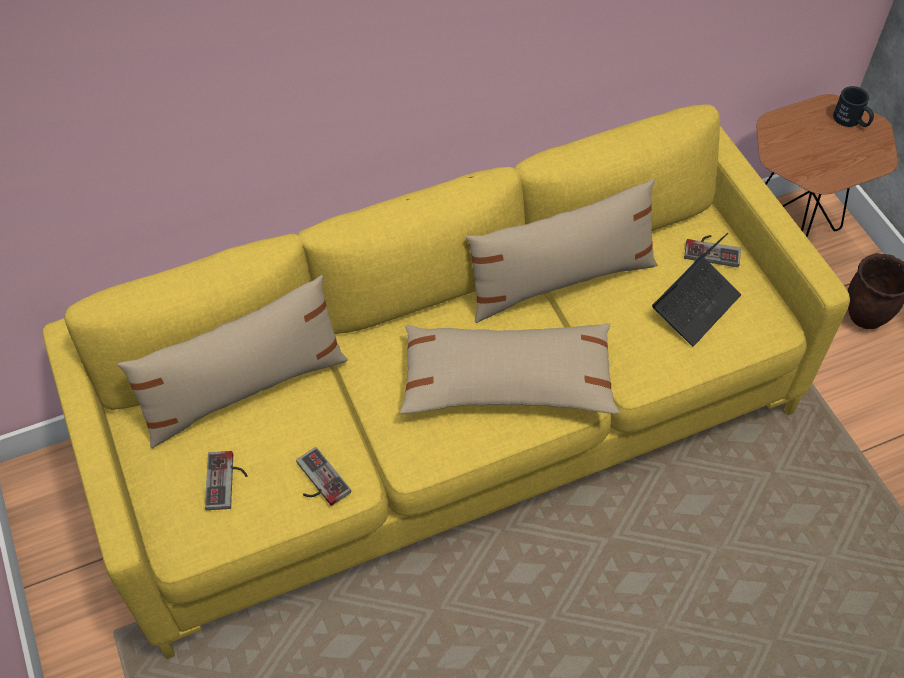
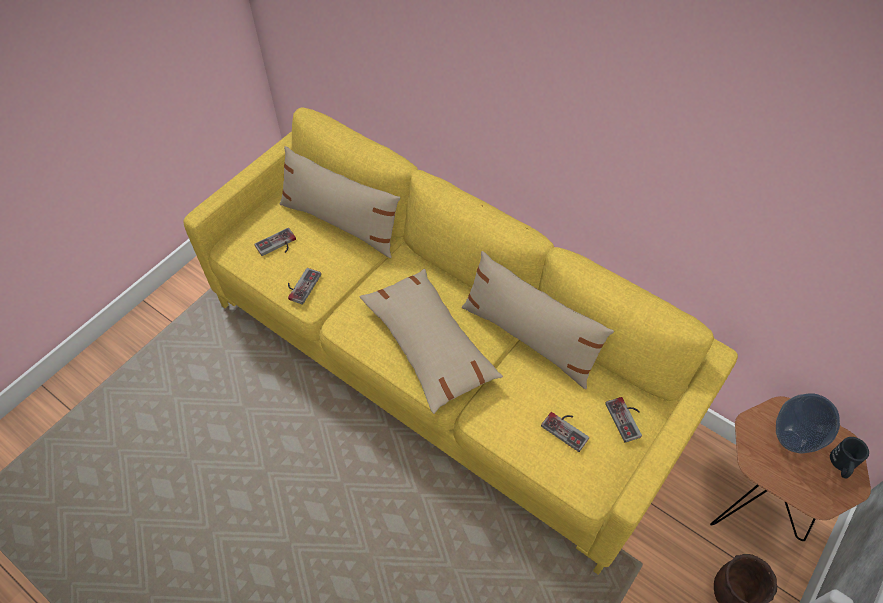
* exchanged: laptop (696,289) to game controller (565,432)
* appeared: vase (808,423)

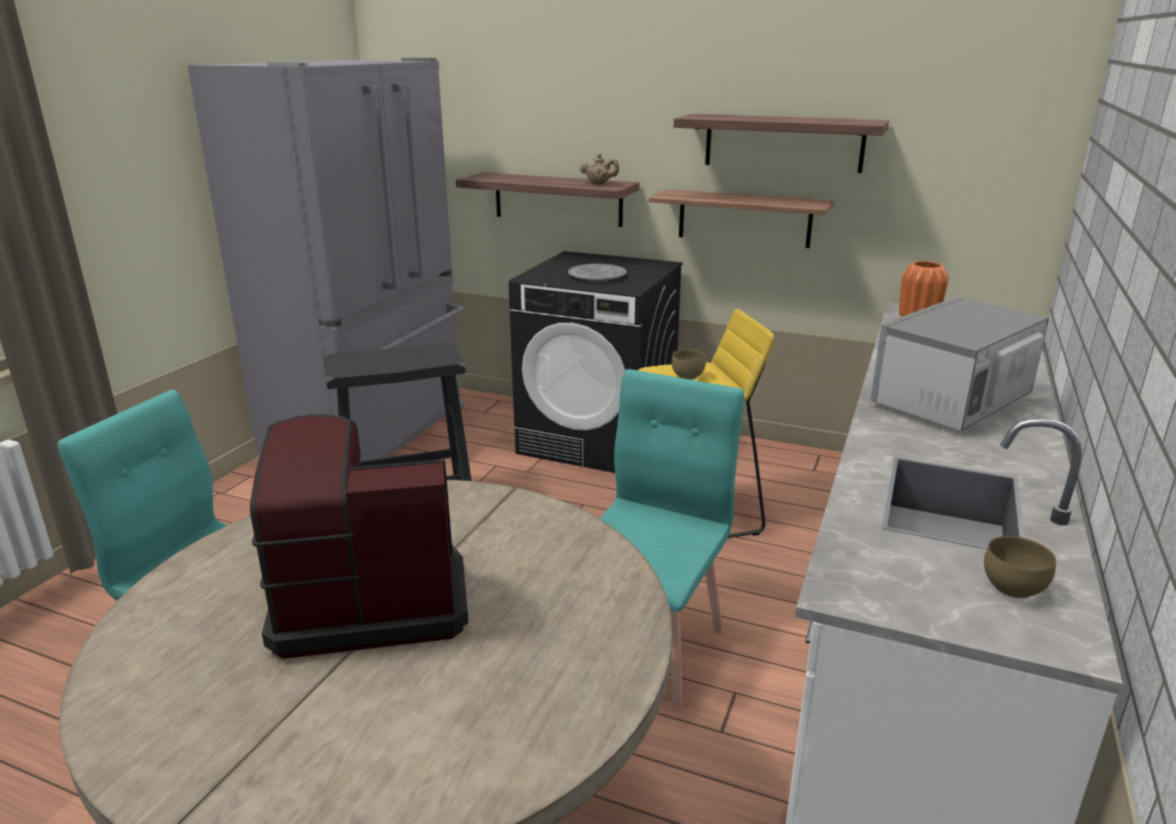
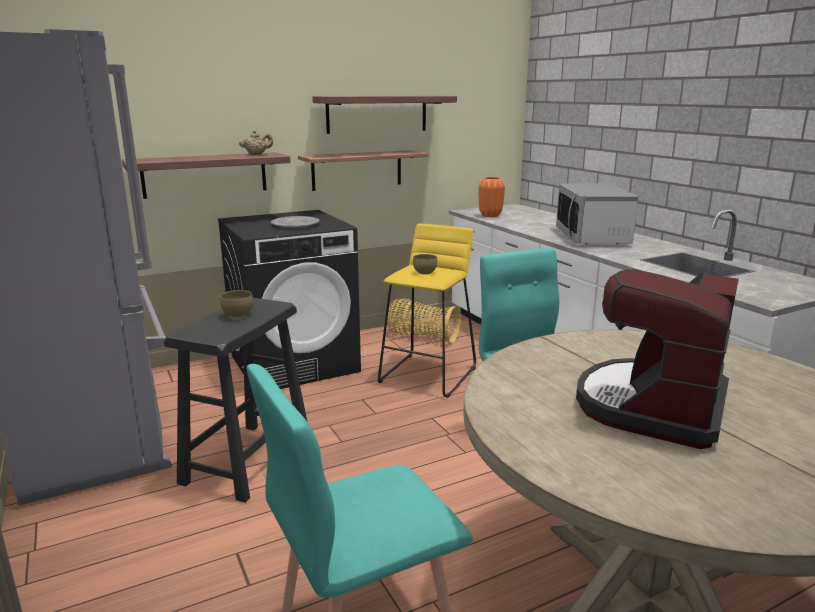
* relocated: brown bowl (1020,567) to (236,304)
* appeared: basket (424,321)

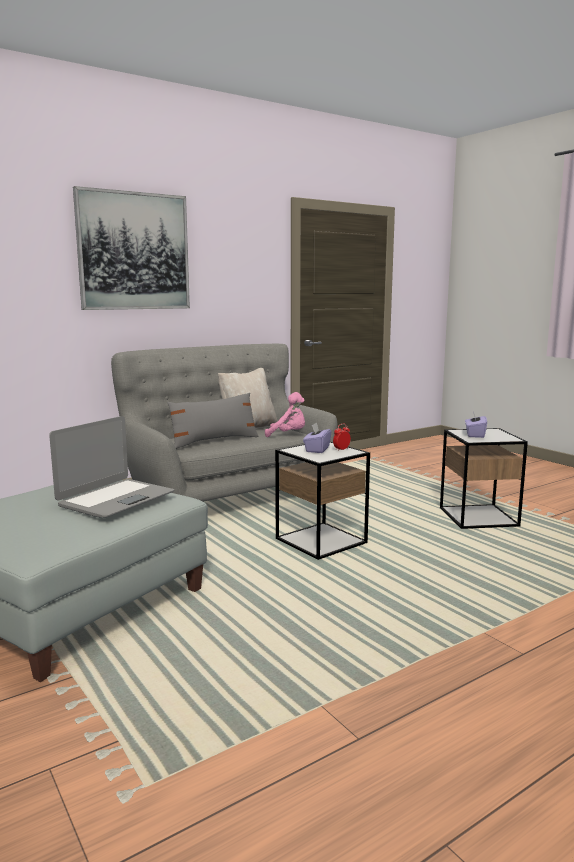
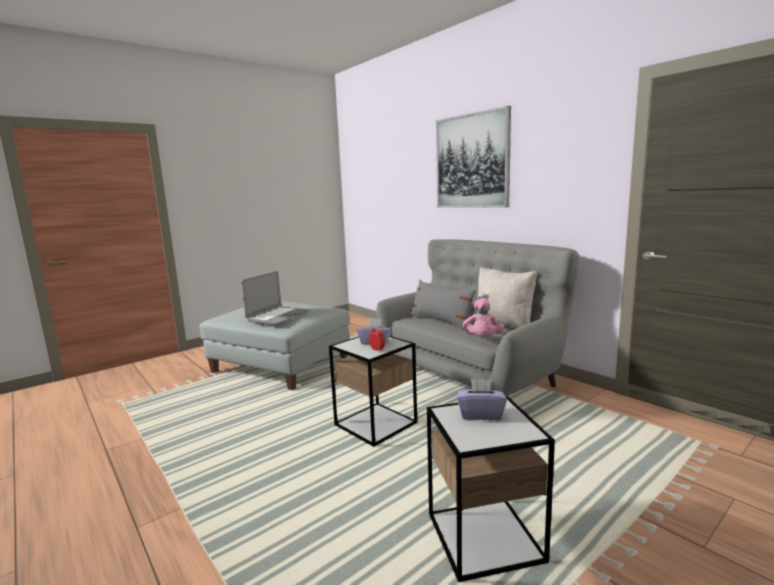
* spun: laptop (111,467) = (275,298) 90 degrees counterclockwise

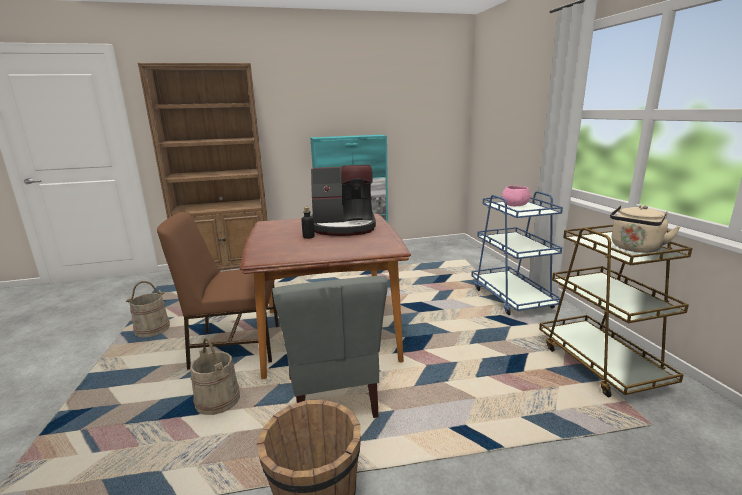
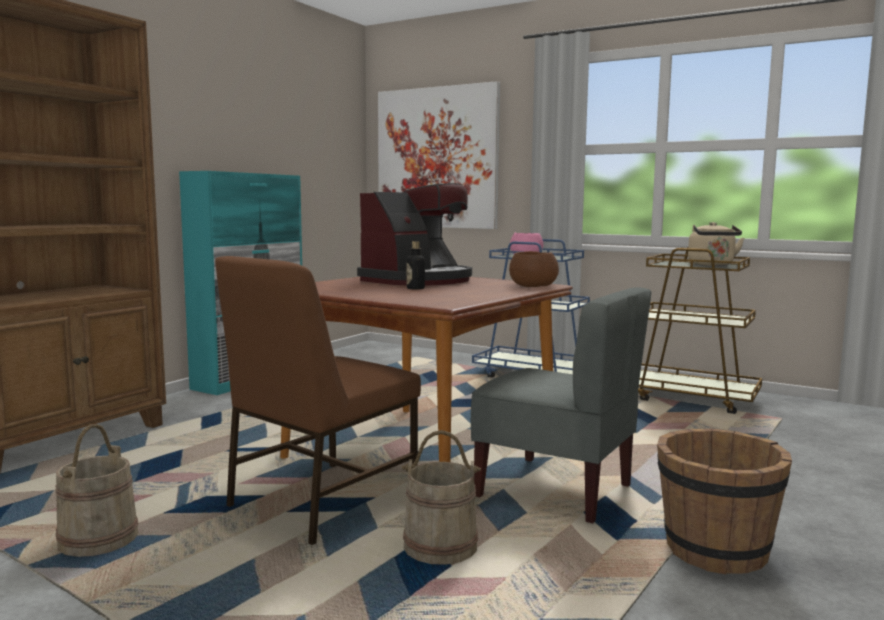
* appeared: picture (439,155)
* appeared: brown bowl (534,269)

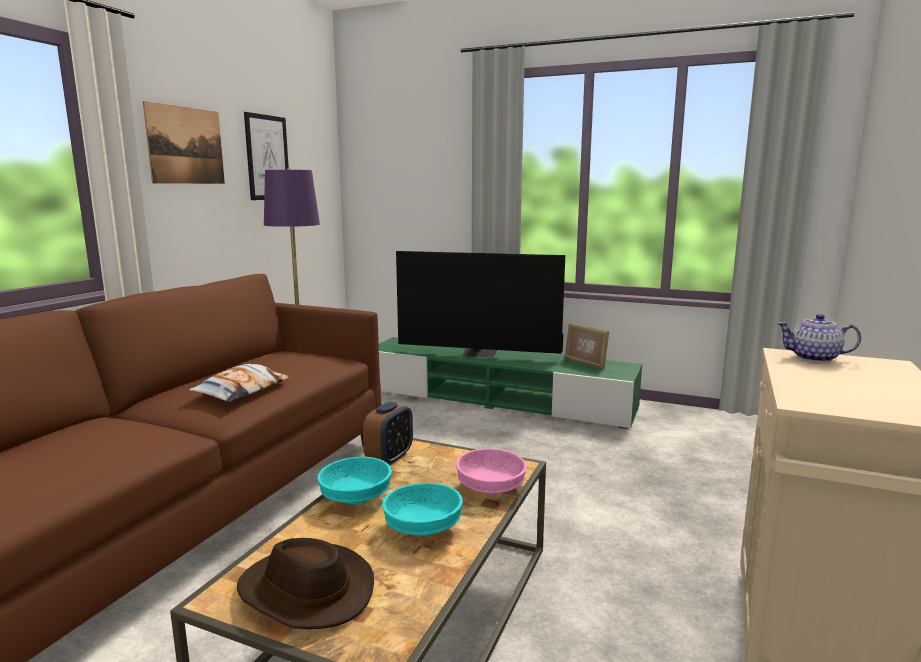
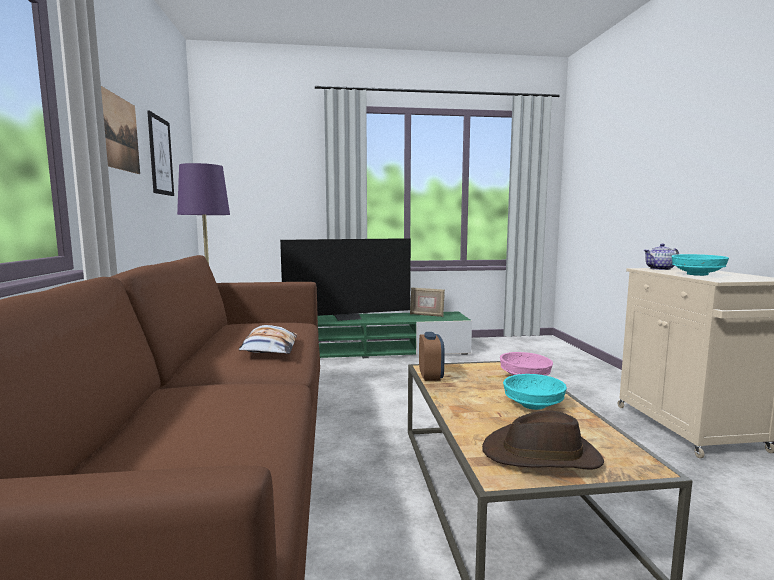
* relocated: turquoise bowl (354,481) to (700,265)

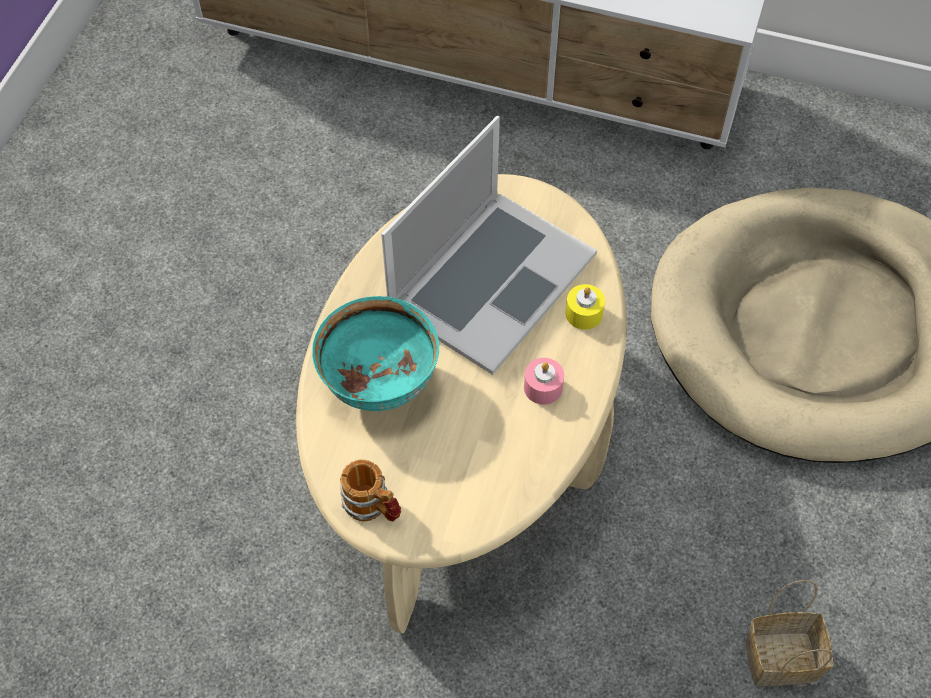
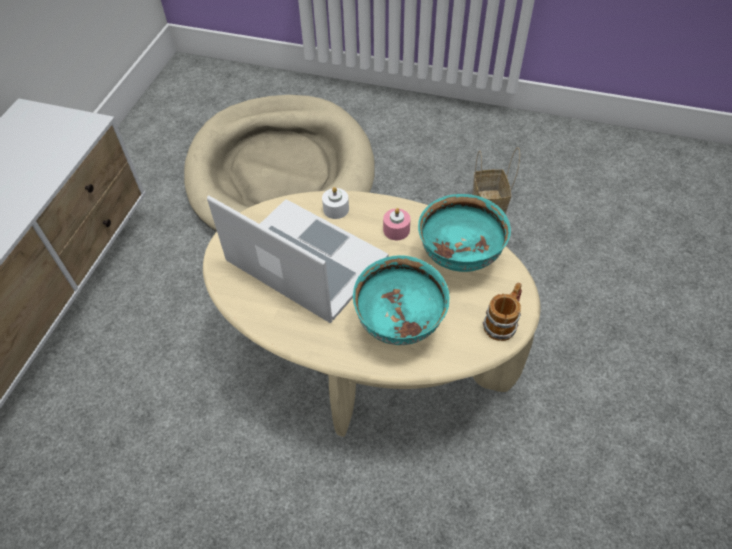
* colour: yellow candle (585,307) to white candle (335,203)
* appeared: turquoise bowl (464,233)

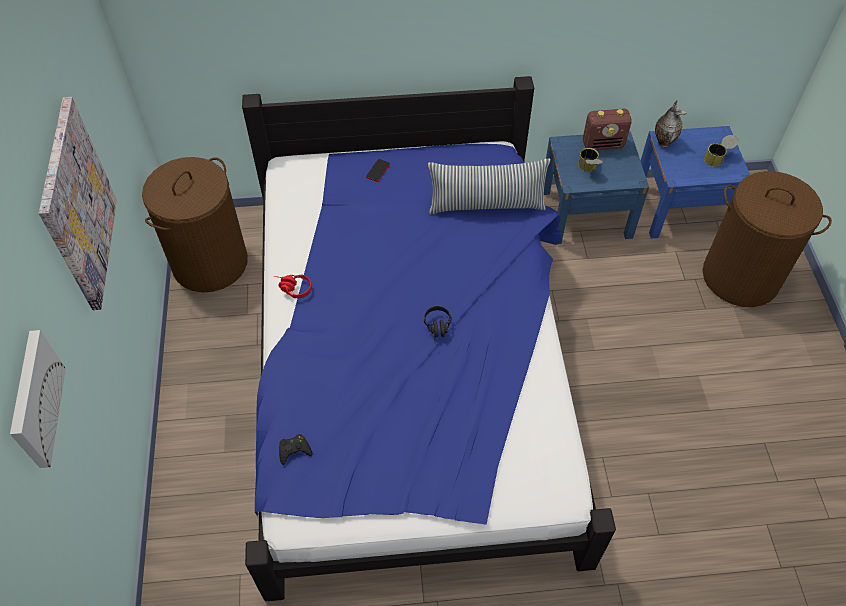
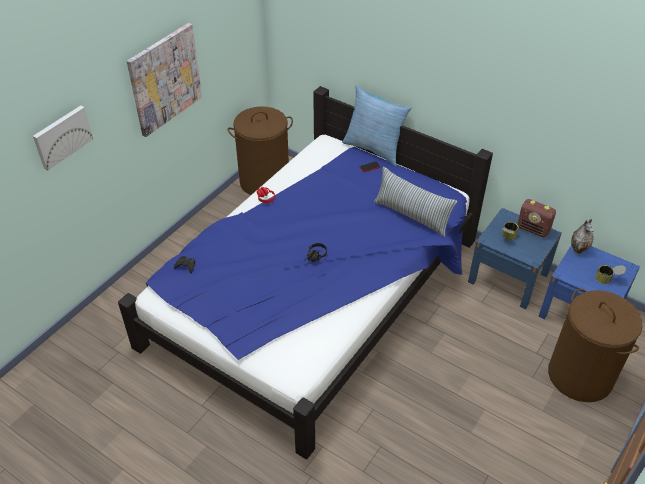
* appeared: pillow (377,125)

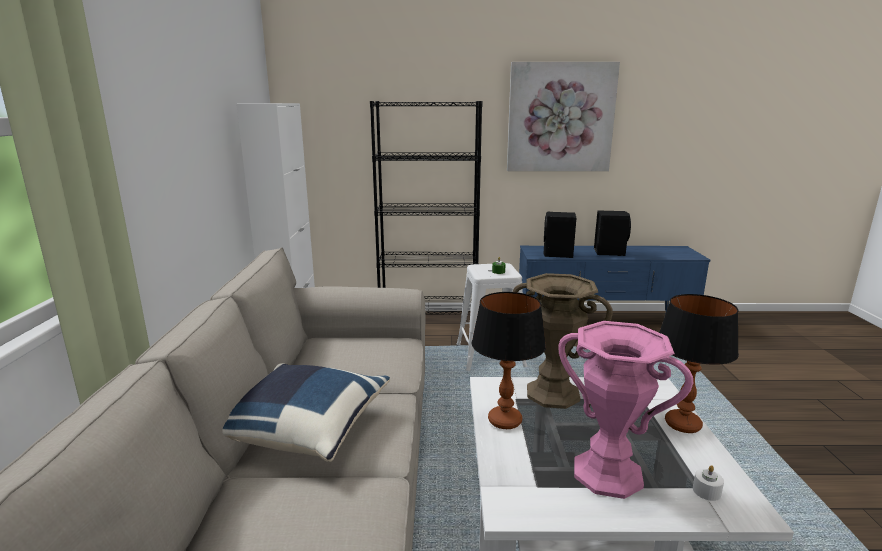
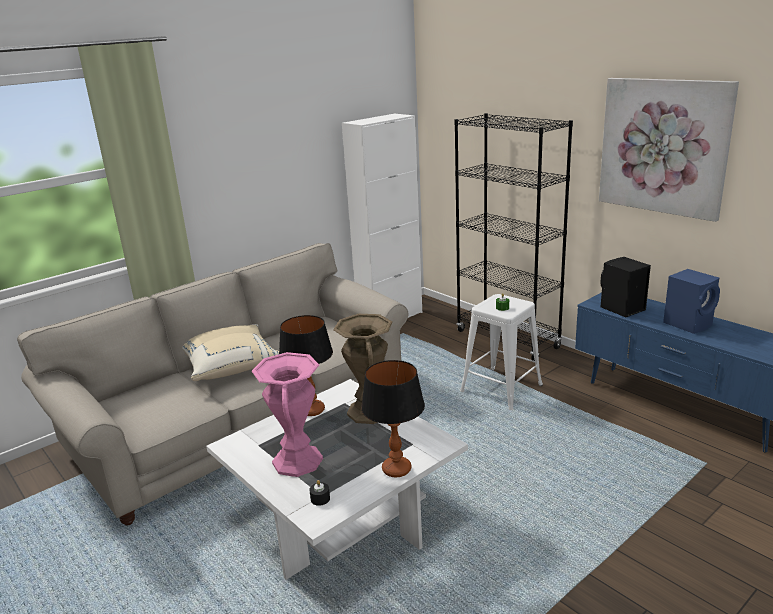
* colour: blue pillow (306,413) to beige pillow (230,352)
* colour: black speaker (612,233) to blue speaker (691,301)
* colour: white candle (708,483) to black candle (319,493)

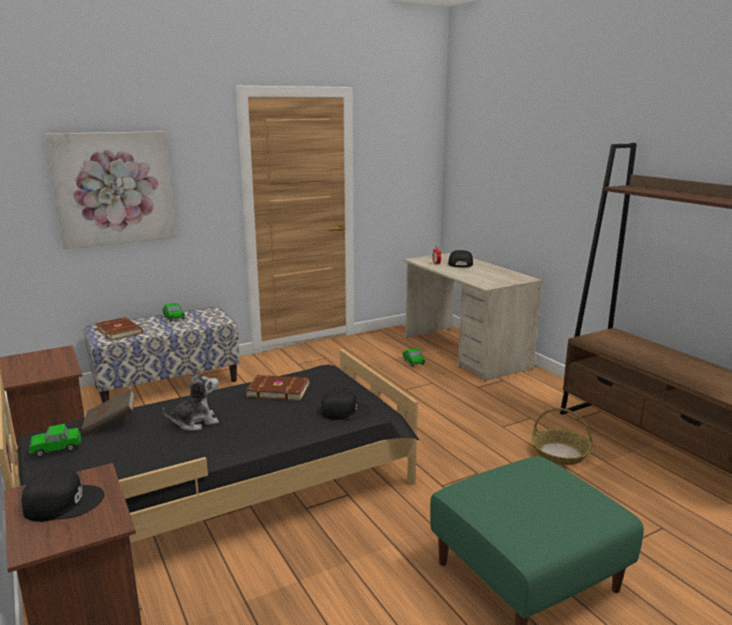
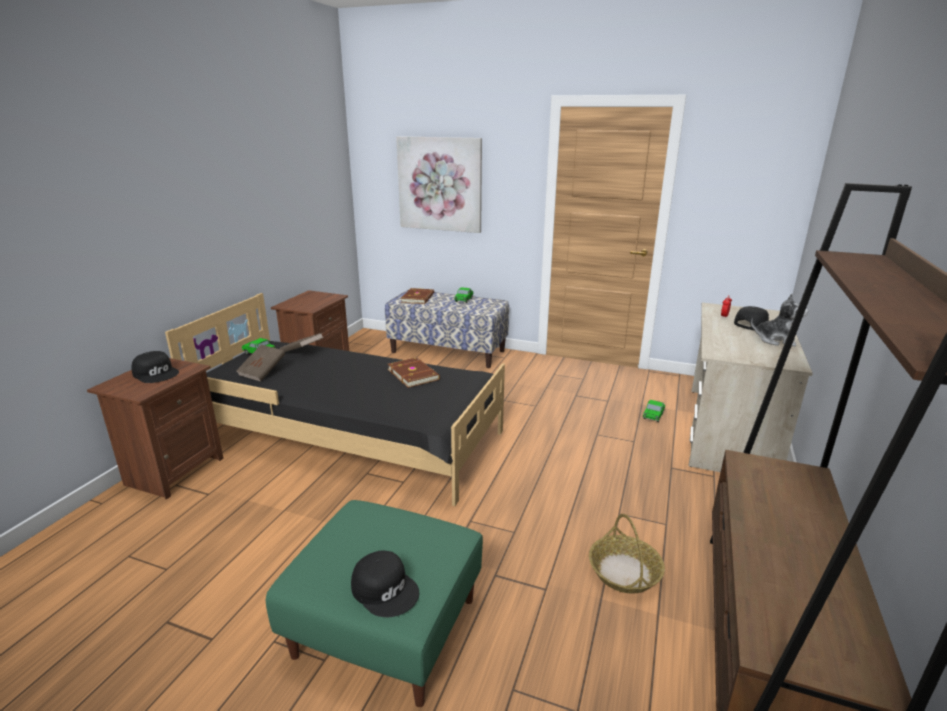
* relocated: plush toy (190,399) to (779,320)
* relocated: black cap (345,404) to (385,584)
* appeared: brown book (260,363)

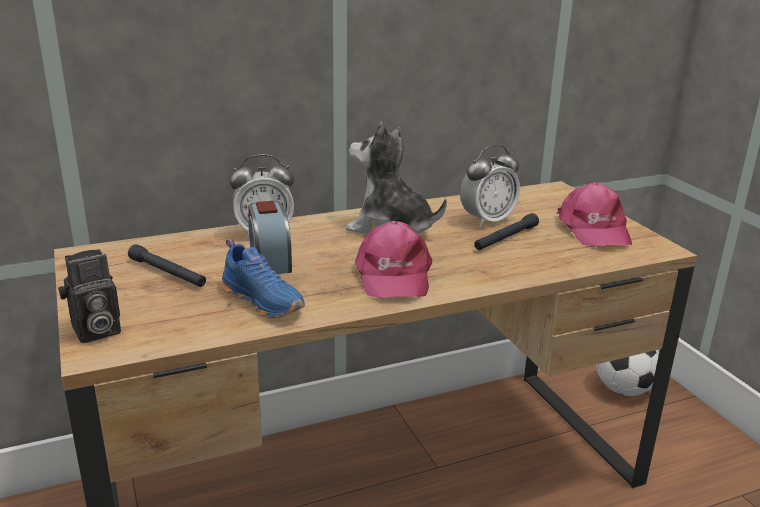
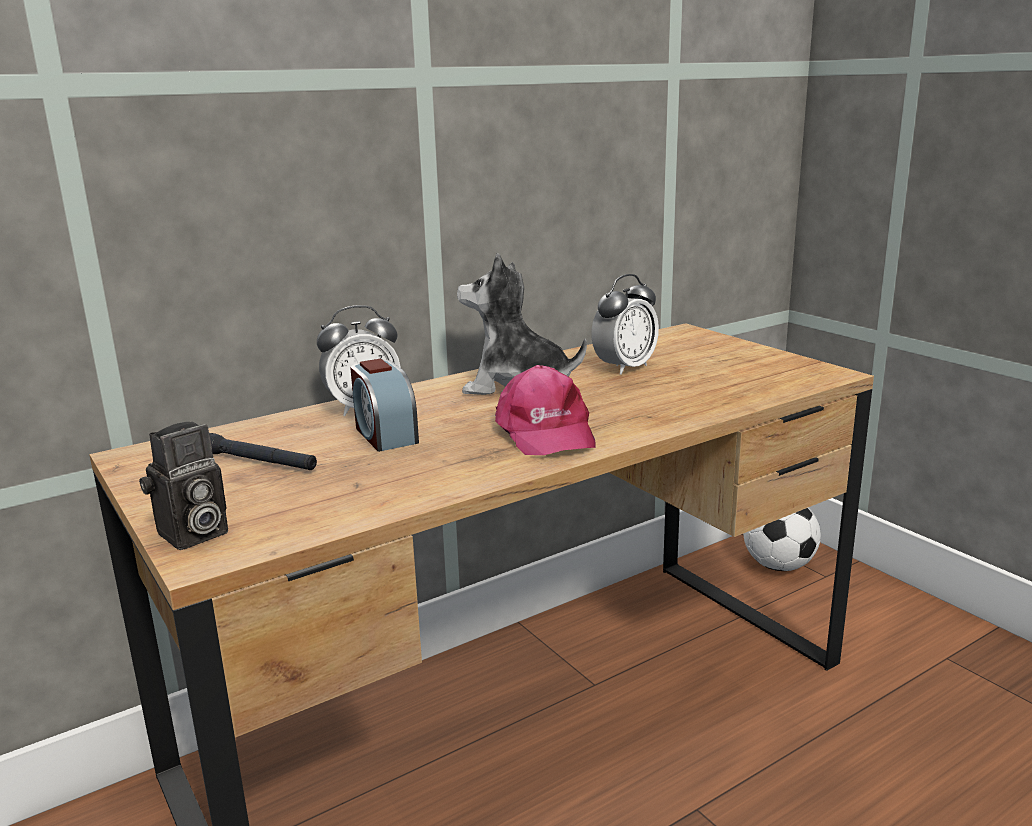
* missing: blue shoe (263,279)
* missing: black flashlight (506,231)
* missing: pink cap (594,214)

